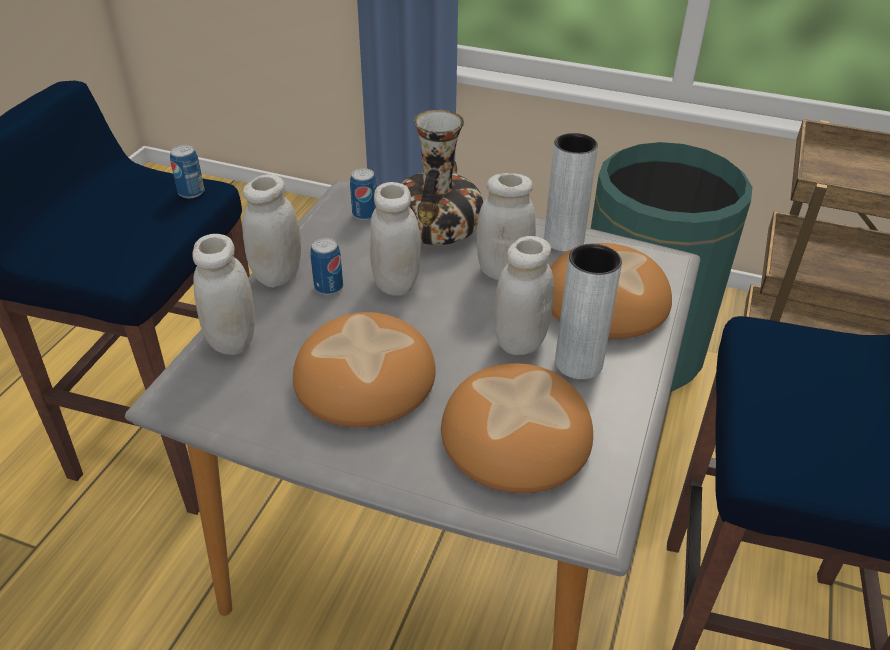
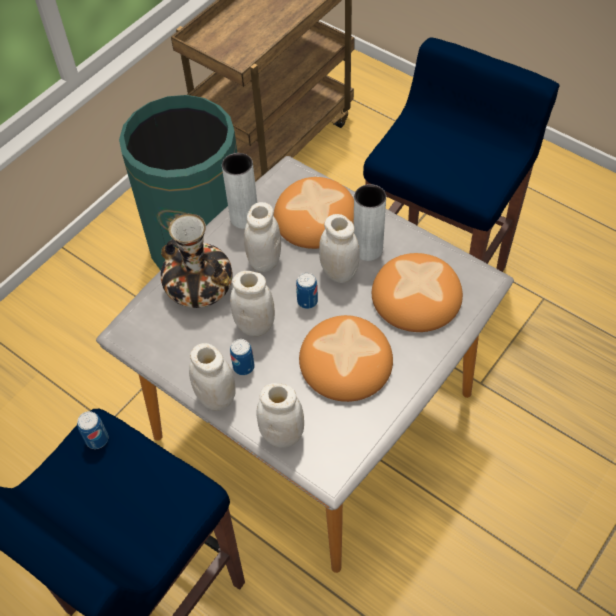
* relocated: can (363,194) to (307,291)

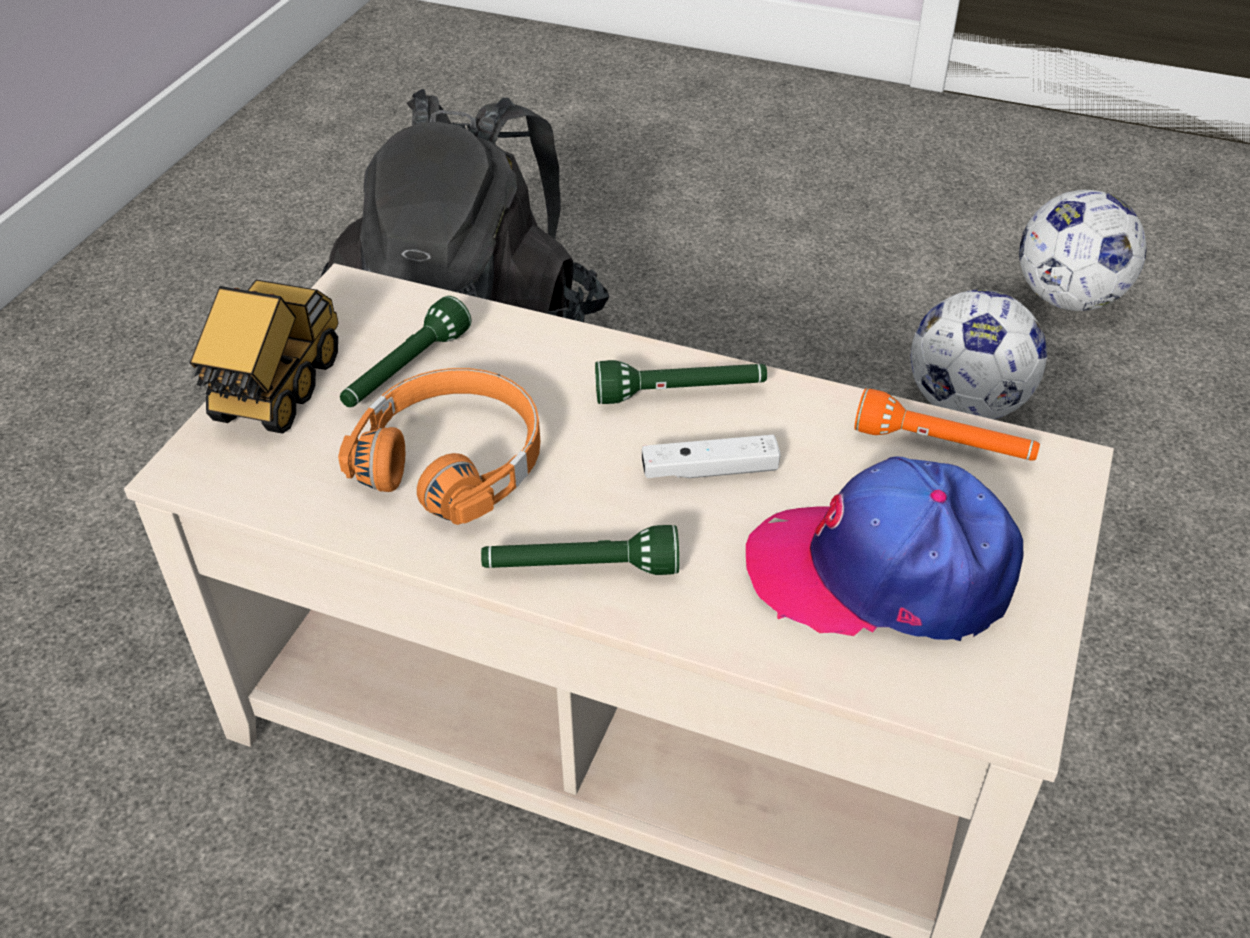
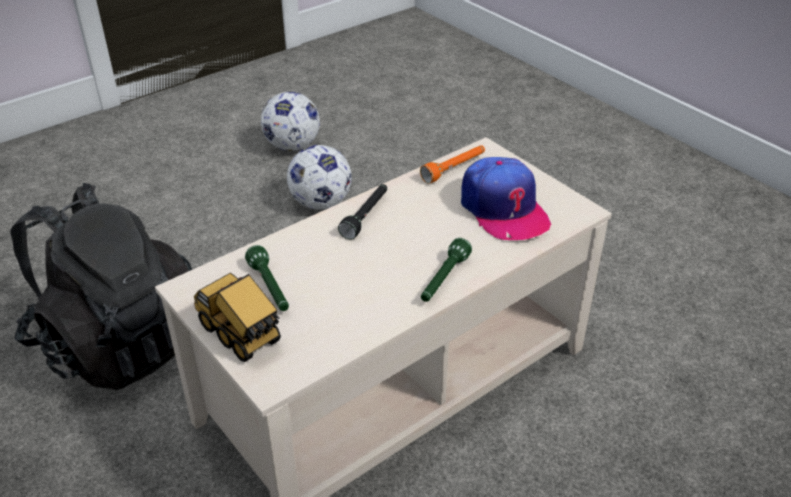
* missing: orange headphones (439,446)
* colour: green flashlight (681,382) to black flashlight (362,211)
* missing: white game controller (711,456)
* spun: cap (884,548) = (506,198) 60 degrees counterclockwise

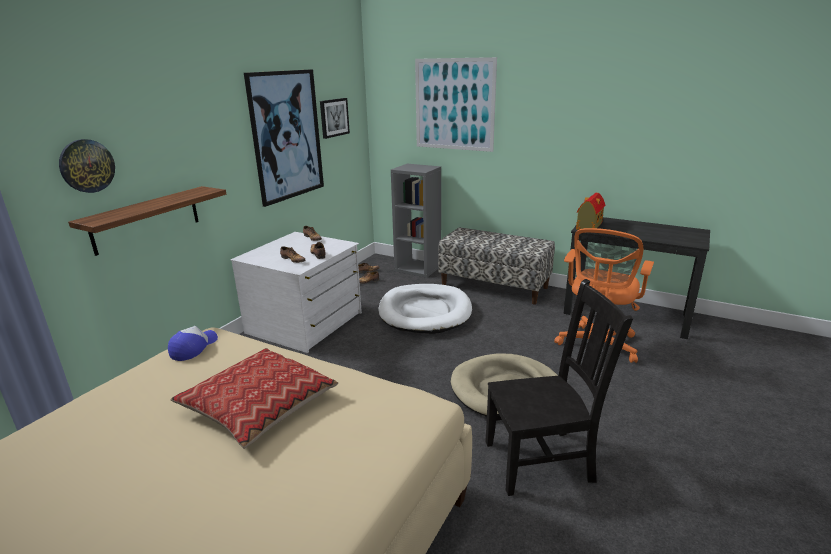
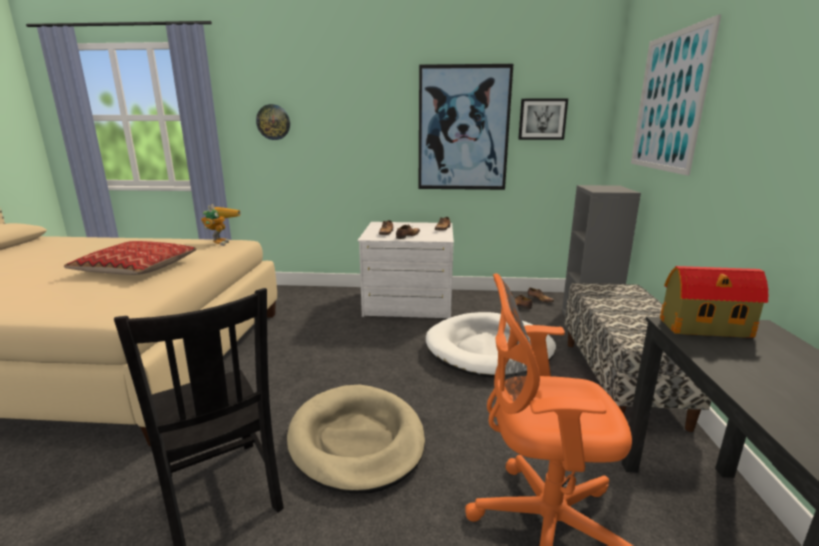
* missing: shelf (147,221)
* exchanged: cap (193,343) to toy robot (220,225)

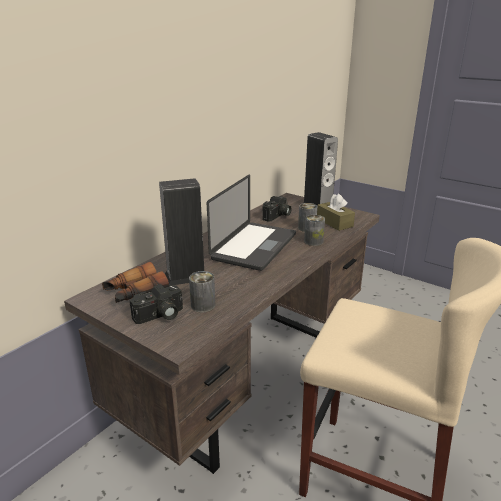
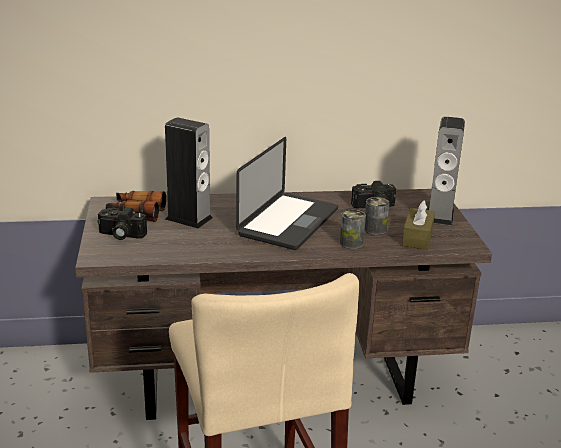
* missing: can (202,291)
* spun: laptop (251,223) = (287,193) 45 degrees counterclockwise

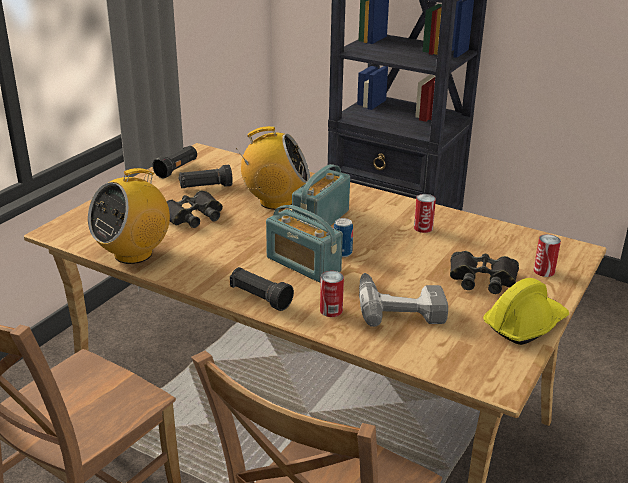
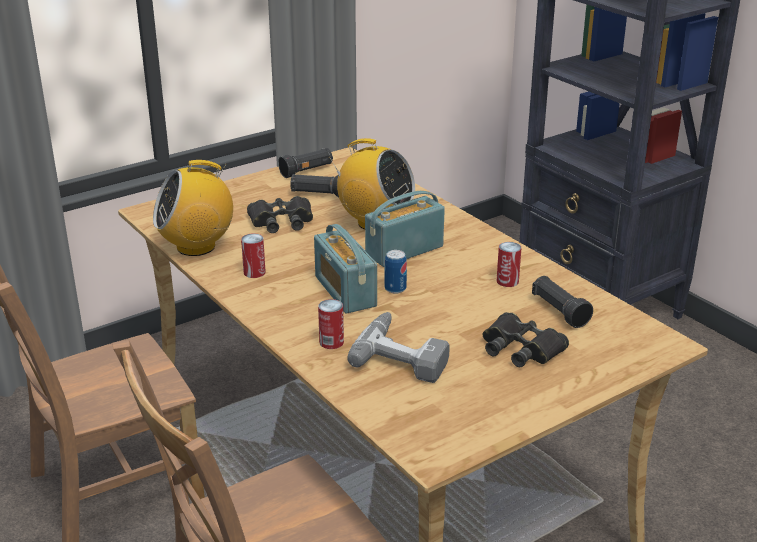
* relocated: black flashlight (262,289) to (562,302)
* missing: yellow hard hat (526,311)
* relocated: can (547,255) to (253,256)

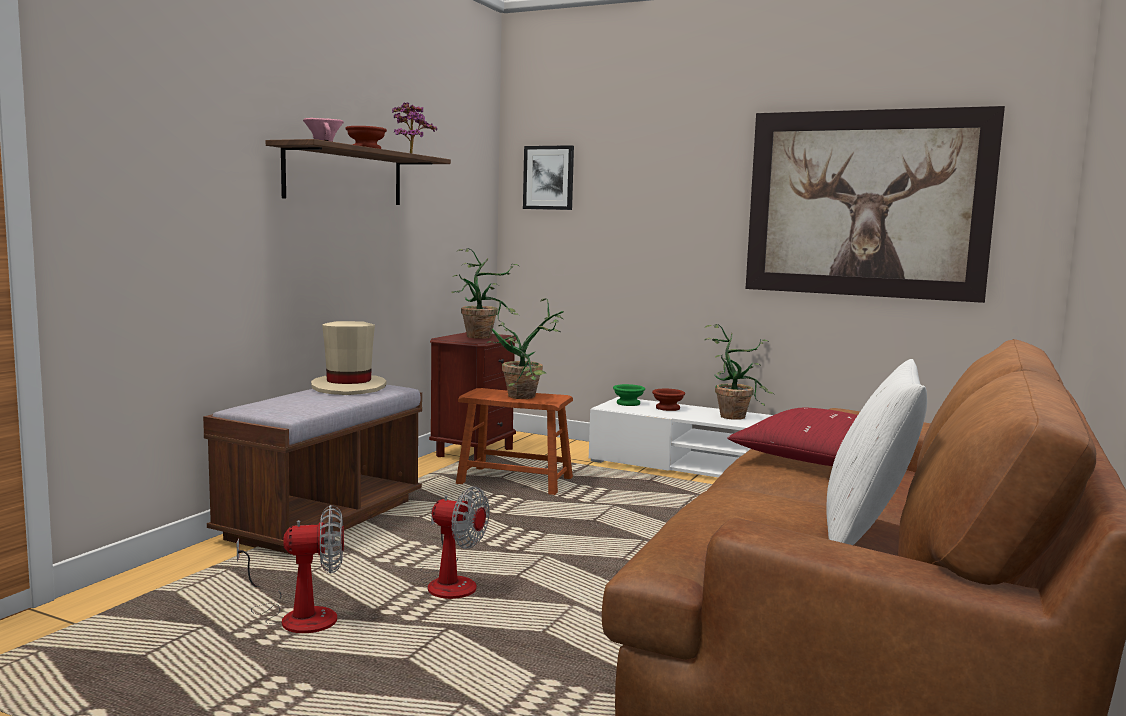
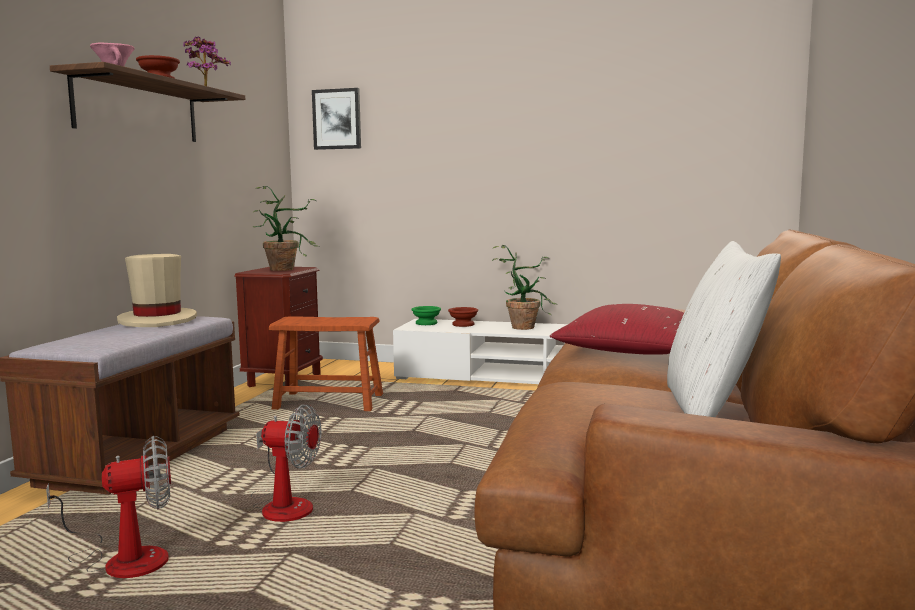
* missing: potted plant (525,348)
* missing: picture (875,204)

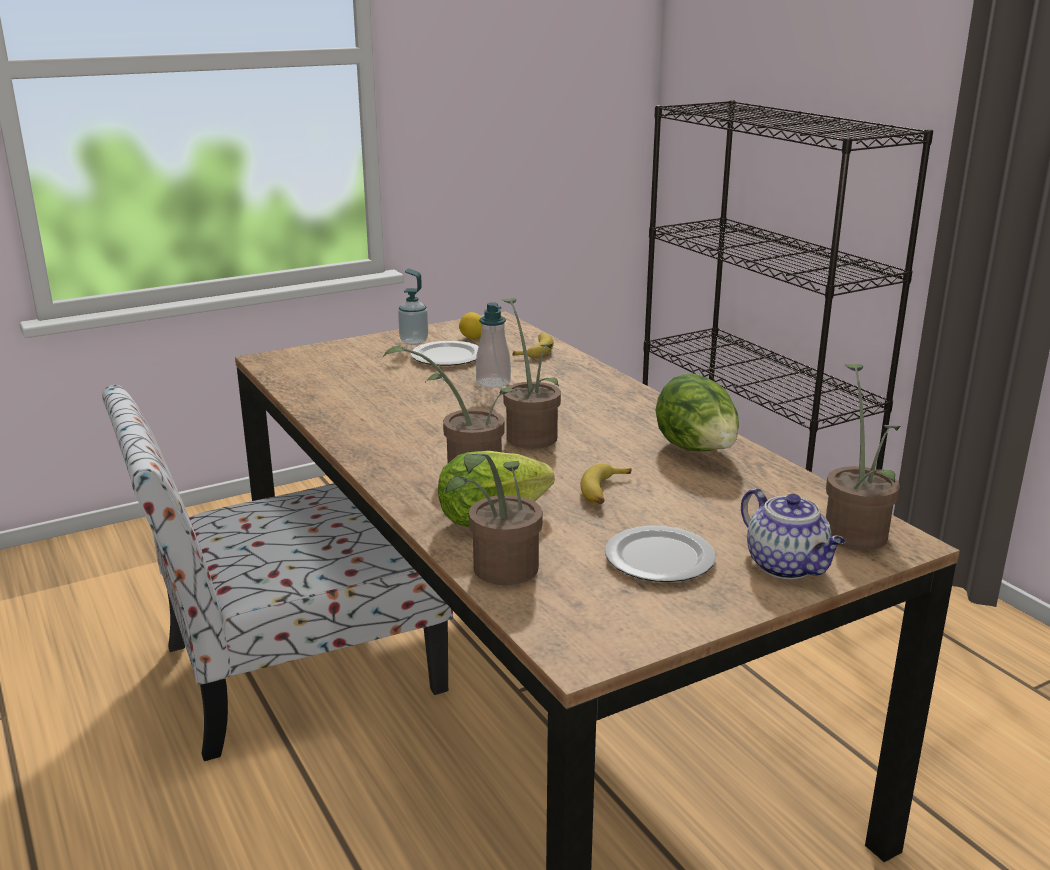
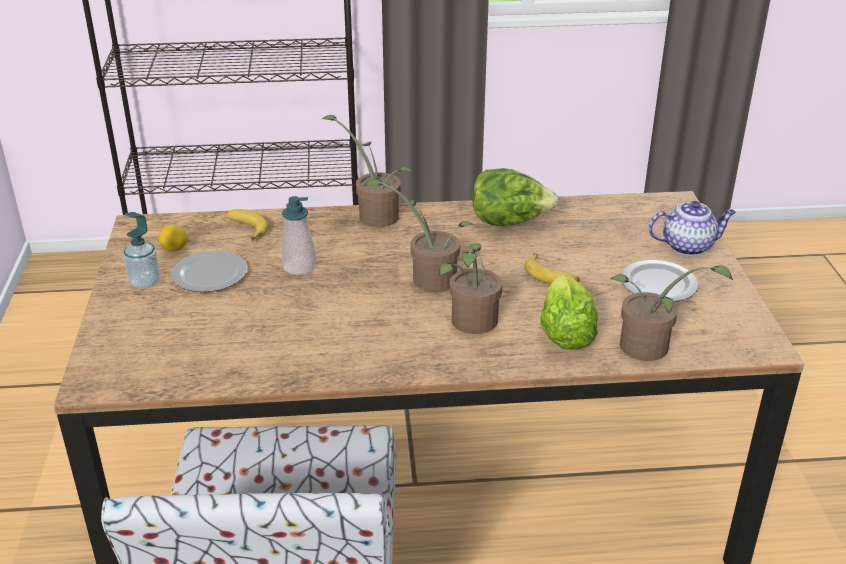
* relocated: potted plant (863,457) to (367,171)

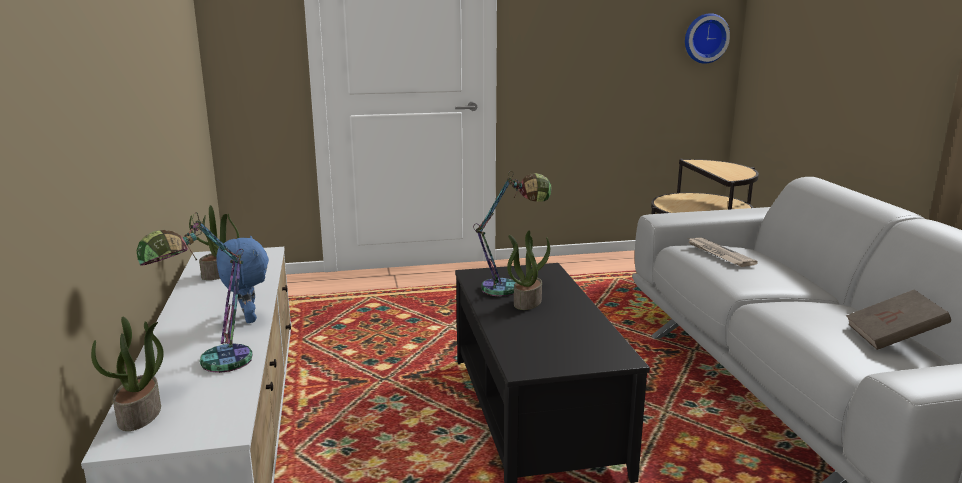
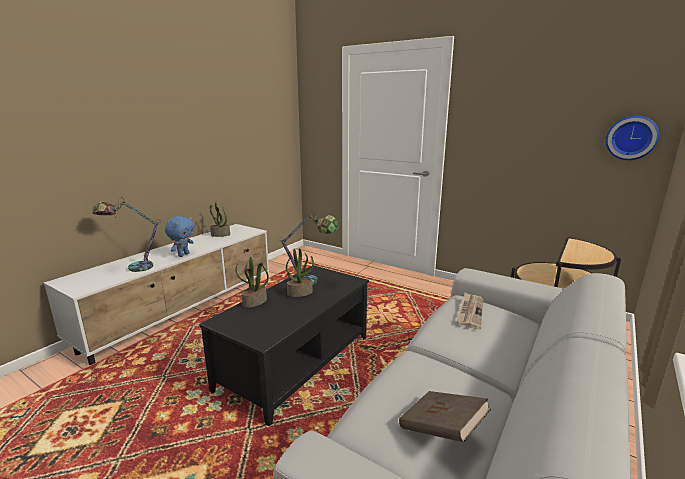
* relocated: potted plant (127,374) to (252,282)

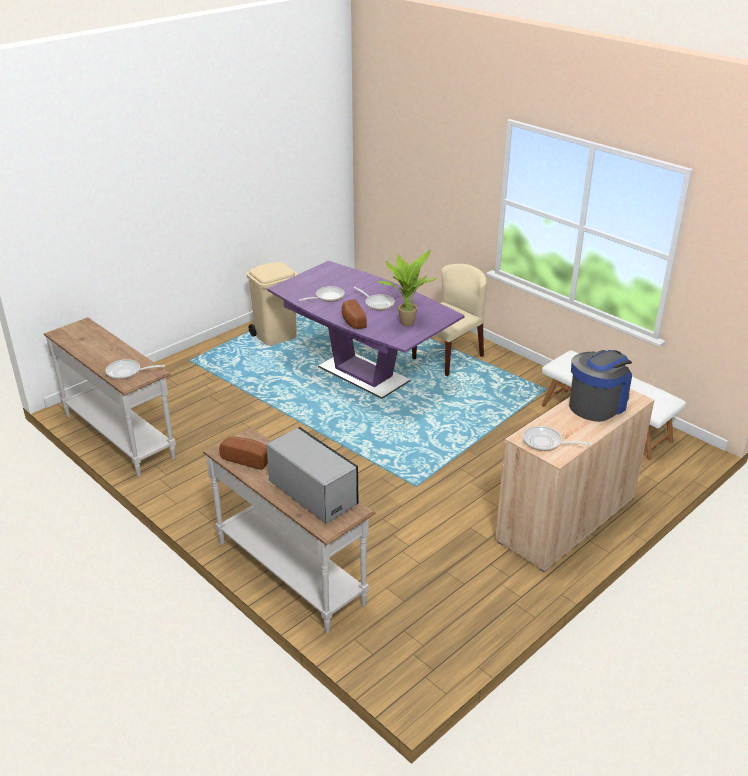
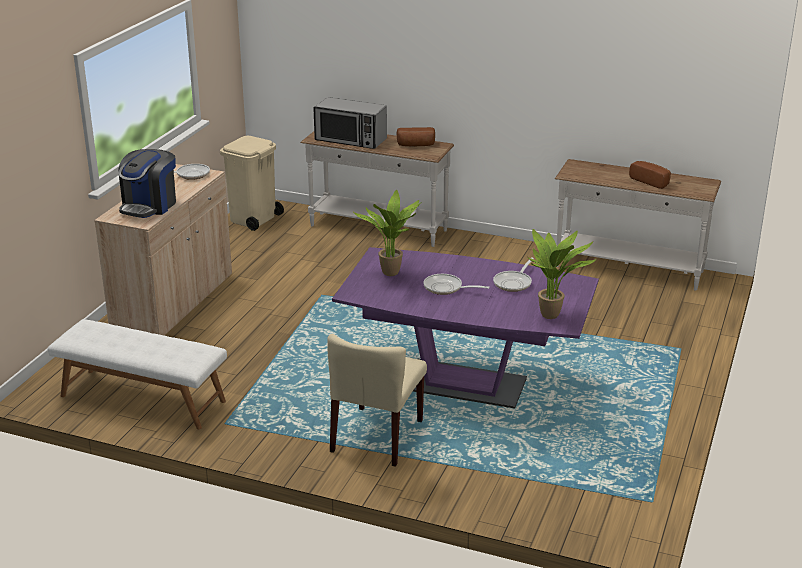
* missing: frying pan (135,369)
* relocated: beige trash can (272,304) to (252,183)
* relocated: bread (354,314) to (650,175)
* appeared: potted plant (562,274)

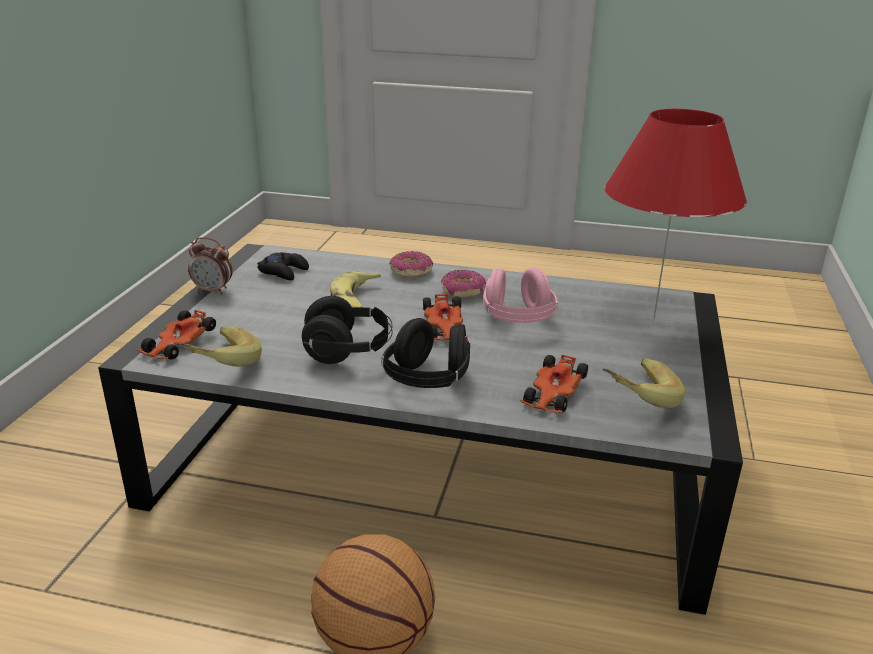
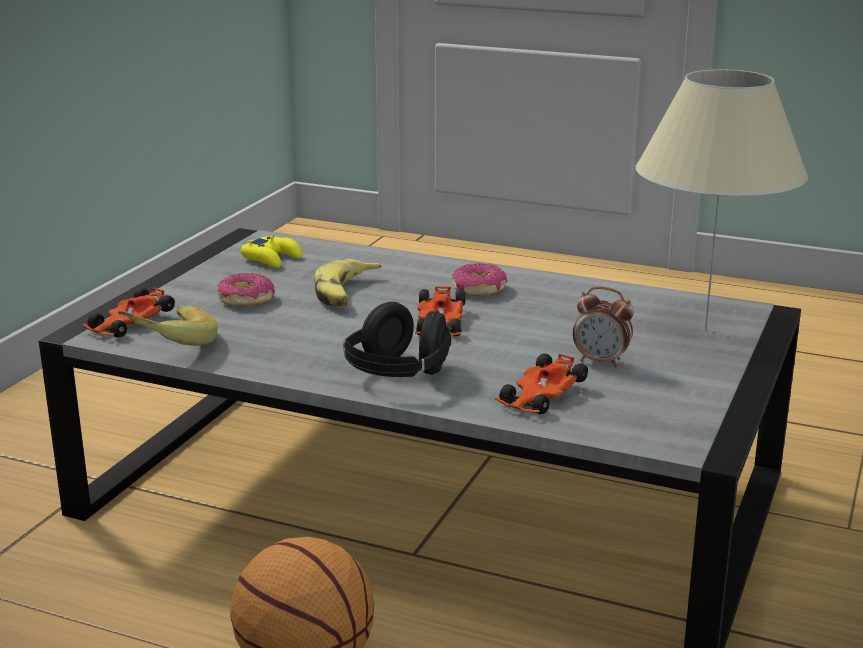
* relocated: alarm clock (210,265) to (603,327)
* colour: black game controller (283,266) to yellow game controller (271,252)
* missing: black headphones (347,330)
* relocated: donut (411,264) to (246,289)
* missing: pink headphones (520,295)
* missing: banana (643,383)
* colour: red table lamp (675,214) to beige table lamp (722,199)

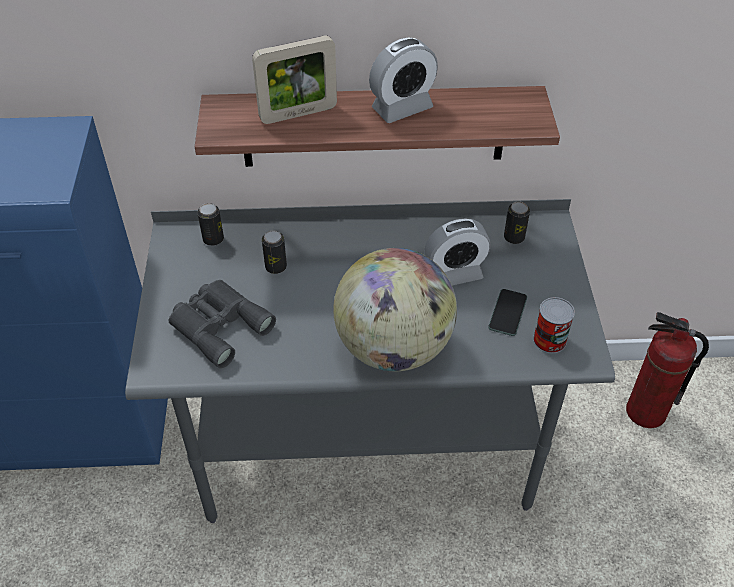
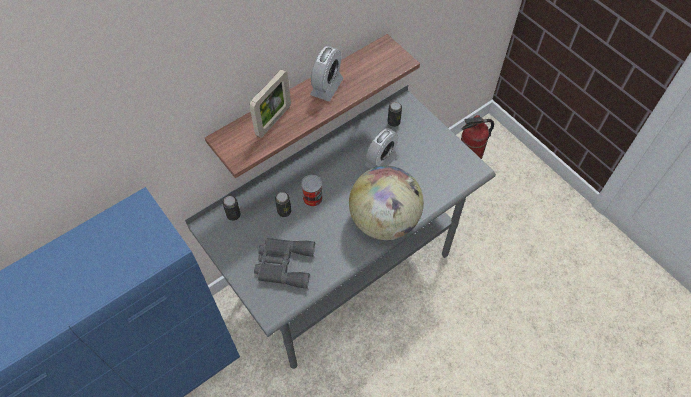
* missing: phone (507,312)
* relocated: can (554,325) to (312,191)

